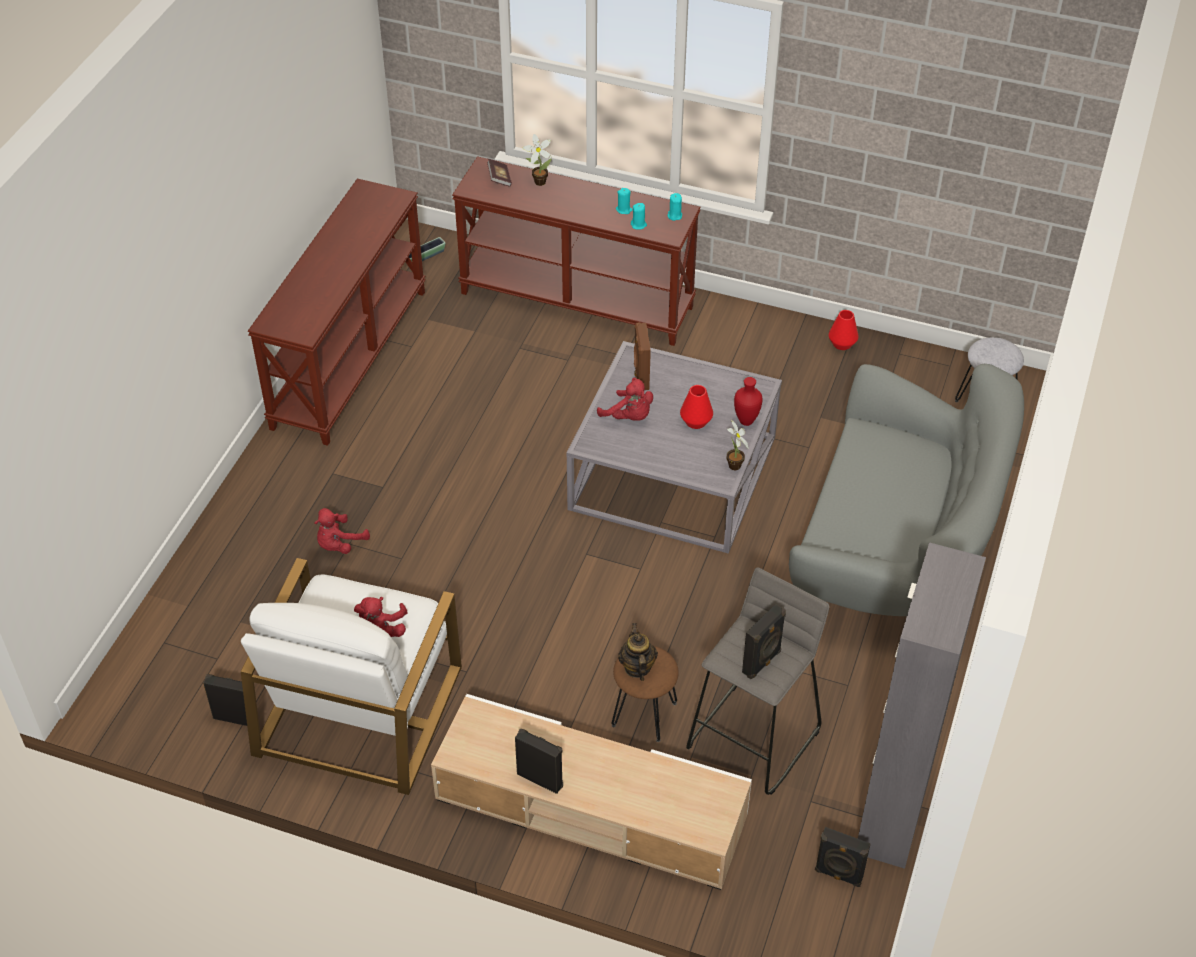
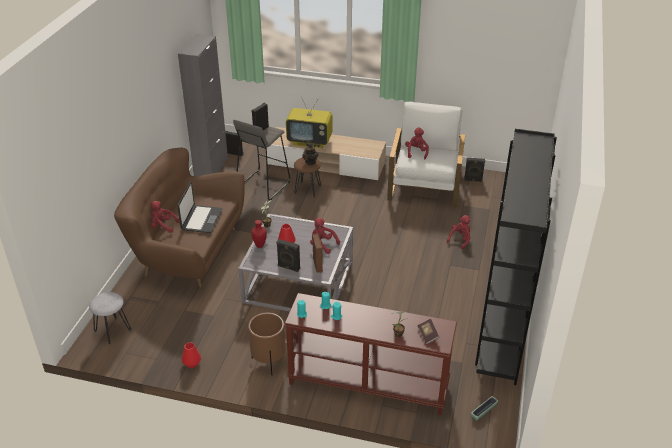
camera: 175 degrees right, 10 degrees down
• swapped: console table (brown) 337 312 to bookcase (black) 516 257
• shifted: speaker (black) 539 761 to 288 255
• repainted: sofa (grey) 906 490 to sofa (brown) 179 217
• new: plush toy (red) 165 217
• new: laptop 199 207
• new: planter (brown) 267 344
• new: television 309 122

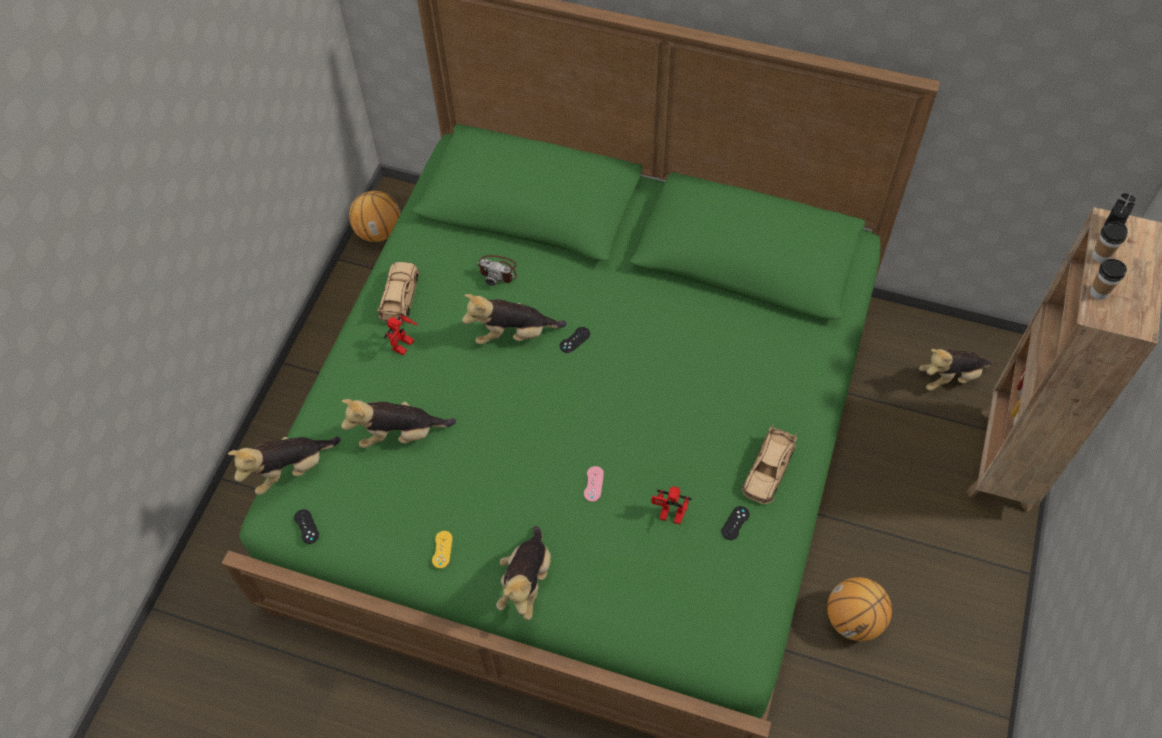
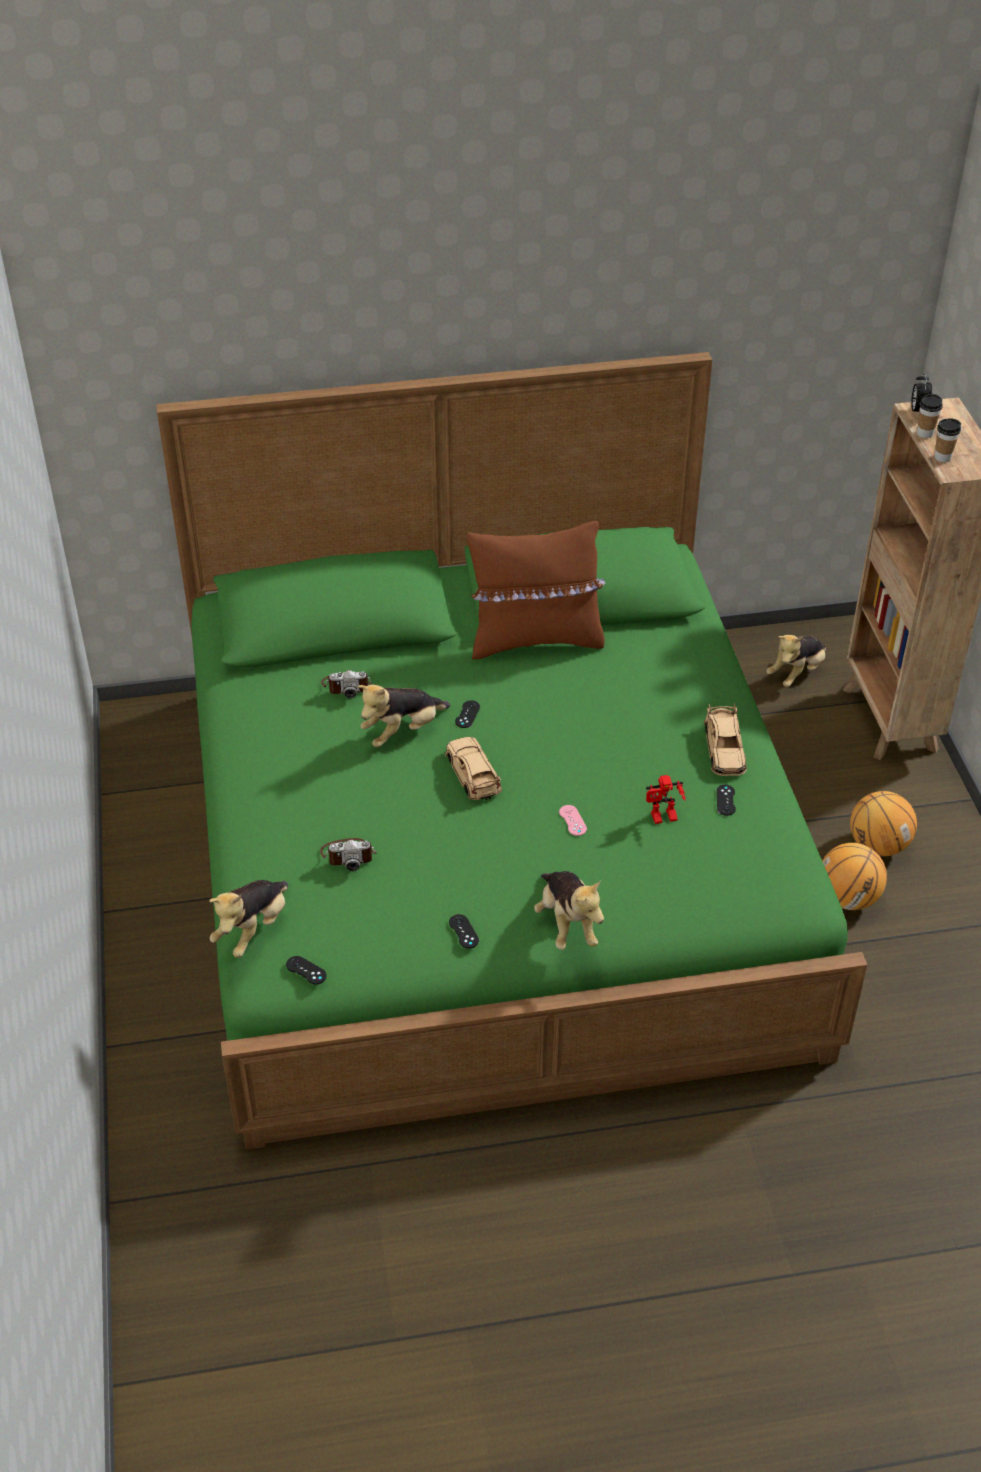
camera: 30 degrees left, 15 degrees down
• swapped: plush toy 398 423 to photo camera 348 854
• shifted: basketball 375 216 to 883 823
• shifted: toy car (beige) 398 292 to 473 768
• gone: toy robot 401 334
• repainted: game controller (yellow) 442 550 to game controller (black) 464 931
• new: pillow (brown) 536 590

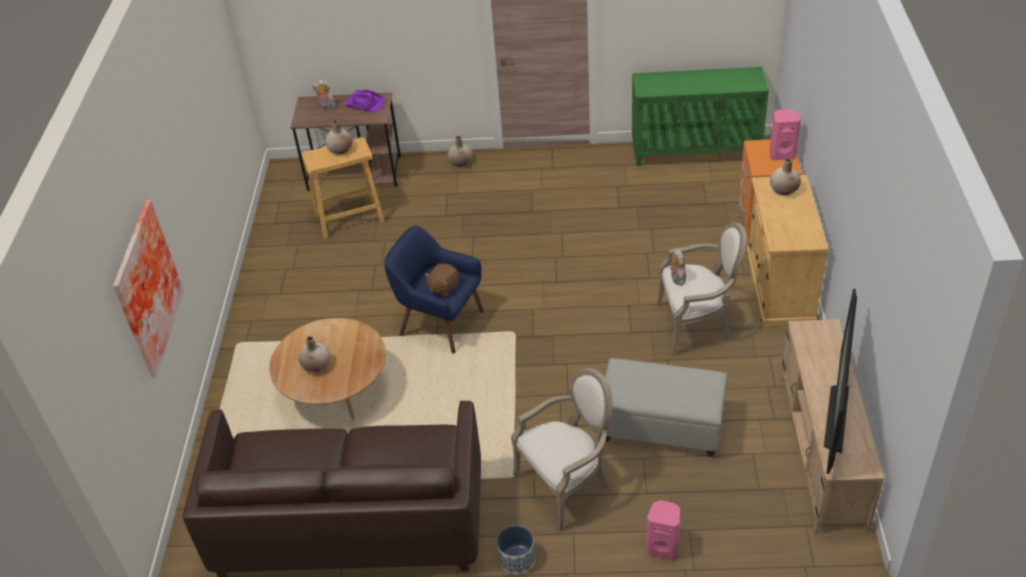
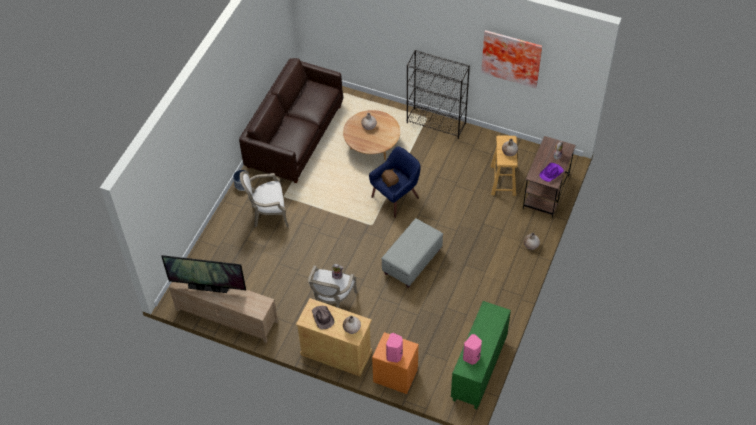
camera: 110 degrees right, 10 degrees up
• shifted: picture 148 288 to 511 59
• rotated: armchair 561 450 = 264 199 90 degrees clockwise
• shifted: ottoman (grey) 666 407 to 412 253
• shifted: speaker (pink) 663 530 to 472 349
• rotated: television 840 381 = 203 274 150 degrees clockwise
• new: hat (brown) 323 317
• new: bookcase (black) 438 94

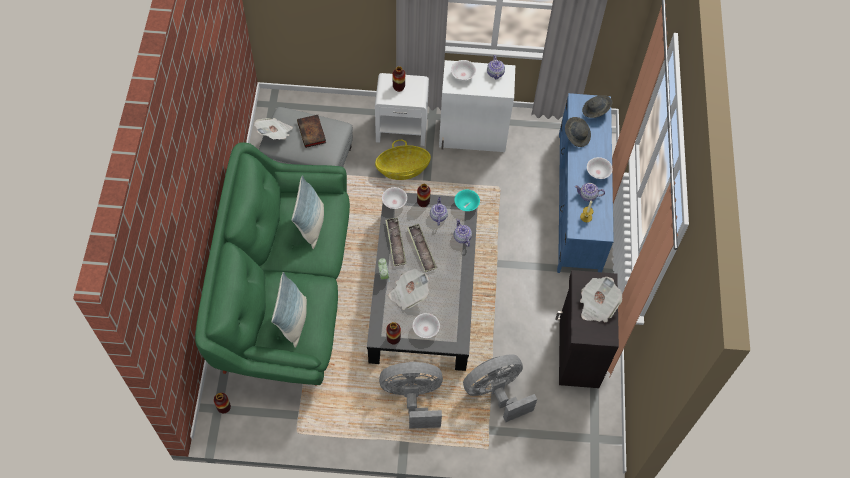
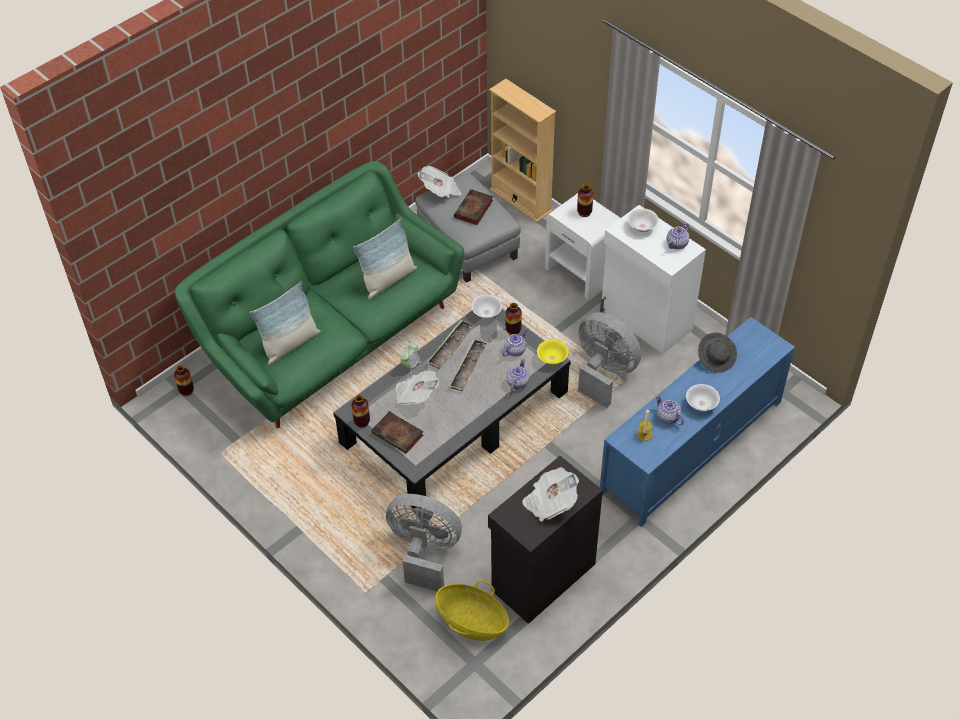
camera: 45 degrees right, 10 degrees down
• shifted: basket 403 160 to 472 610
• shifted: fan (grey) 411 395 to 610 360
• swapped: bowl (white) 426 325 to book 397 432
• repainted: bowl (turquoise) 467 200 to bowl (yellow) 552 352
• gone: hat (grey) 597 106
• new: bookcase (beige) 522 151

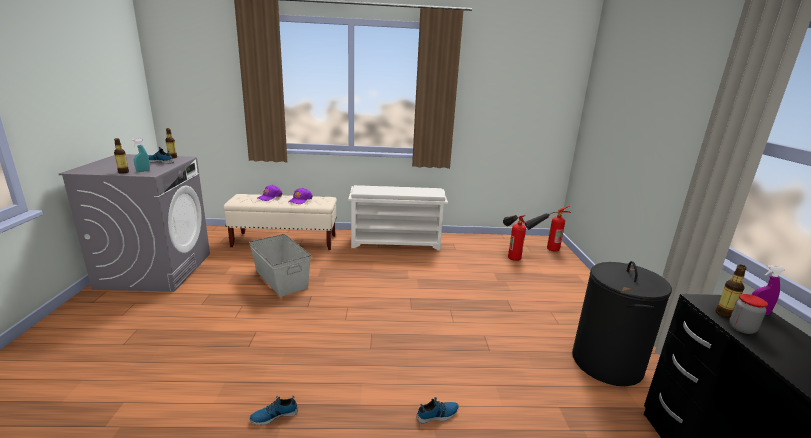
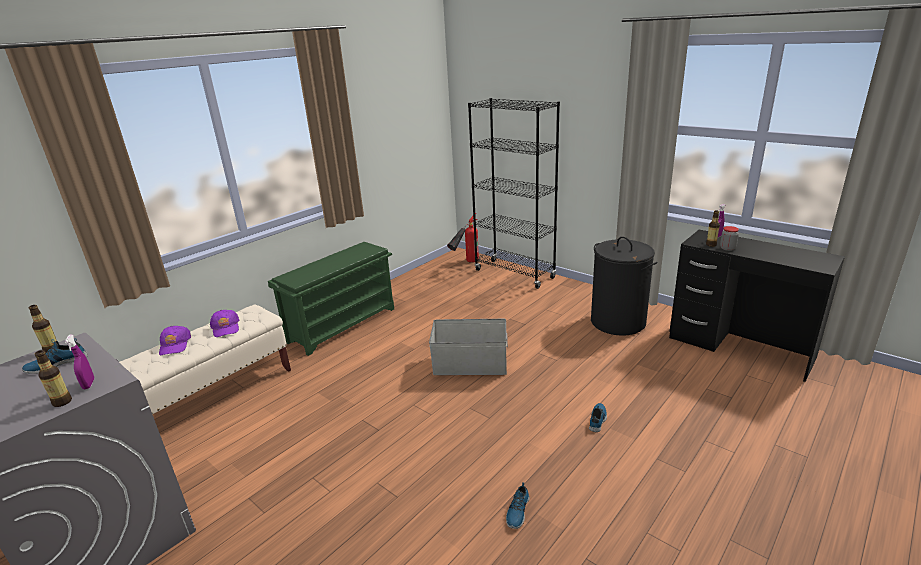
camera: 45 degrees left, 5 degrees up
• repainted: spray bottle (turquoise) 141 155 to spray bottle (purple) 80 362
• shifted: storage box (grey) 280 265 to 468 347
• repainted: shoe rack (white) 398 218 to shoe rack (green) 331 299
• gone: fire extinguisher 514 238
• new: bookcase (black) 514 193

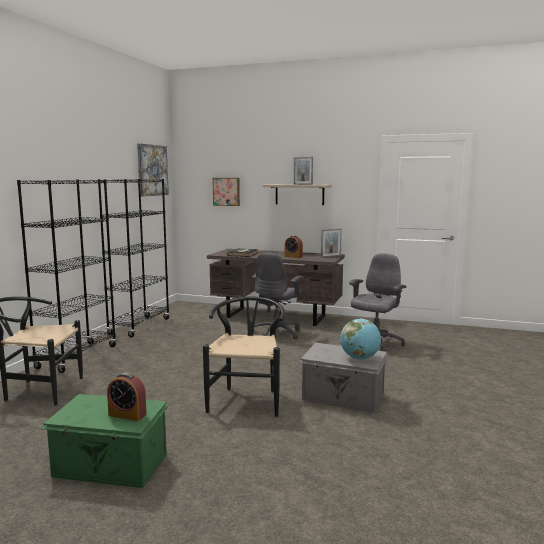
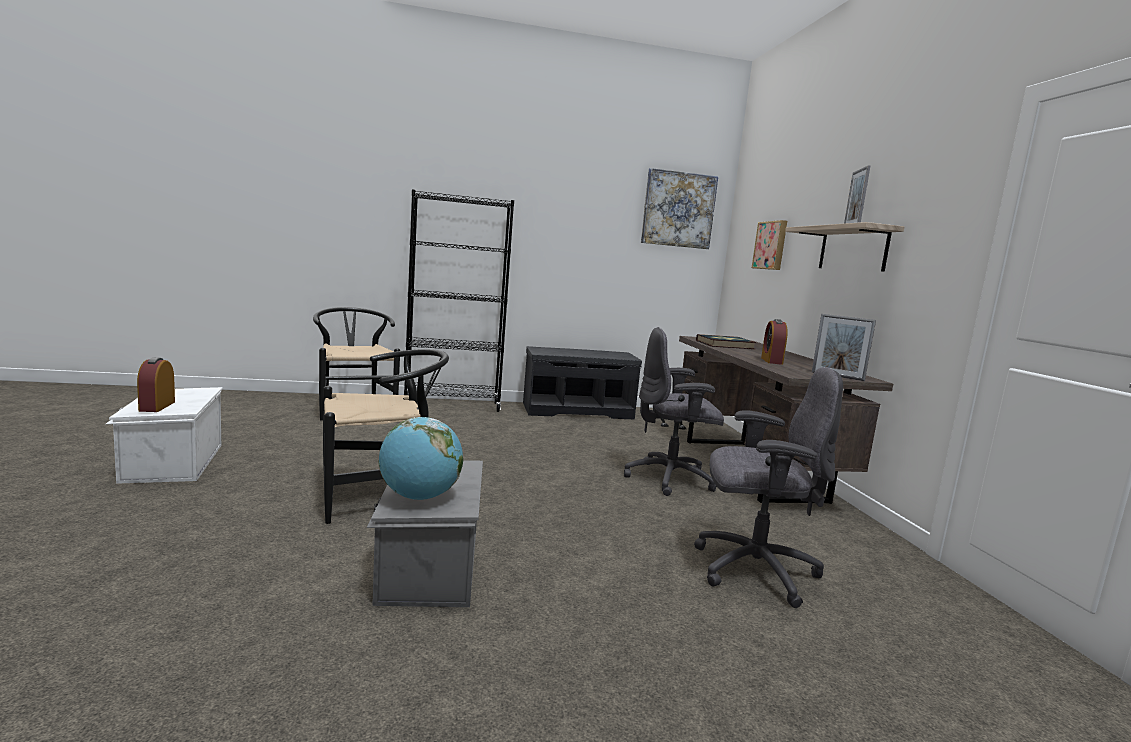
camera: 60 degrees right, 0 degrees up
• repainted: storage box (green) 104 441 to storage box (white) 164 435
• swapped: bookcase (black) 134 258 to bench (grey) 582 383

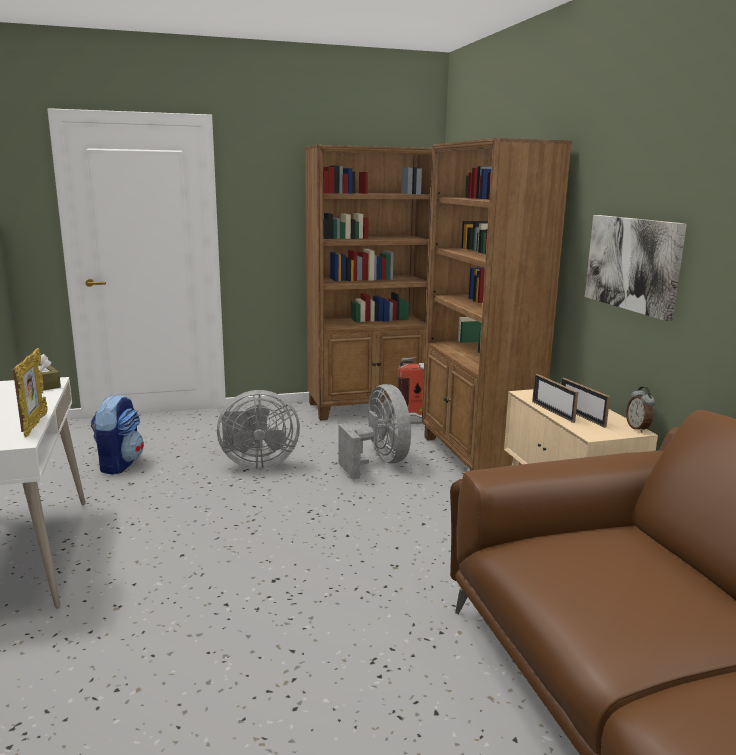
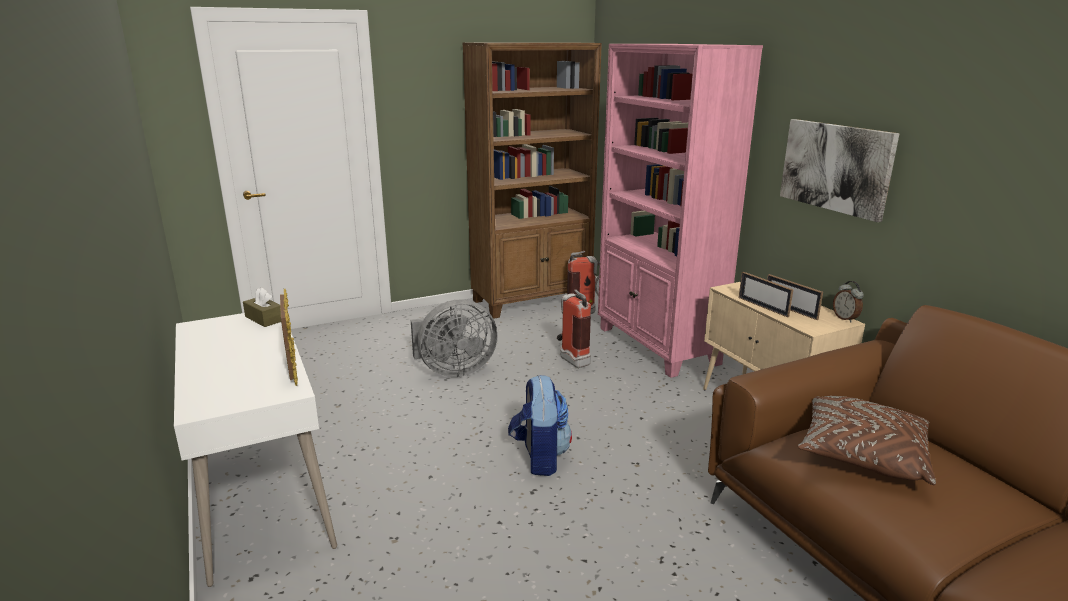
camera: 10 degrees left, 5 degrees up
• shifted: backpack 117 434 to 540 425
• swapped: fan (grey) 374 431 to fire extinguisher 574 328
• repainted: bookcase (brown) 497 304 to bookcase (pink) 680 211
• new: pillow (brown) 867 440

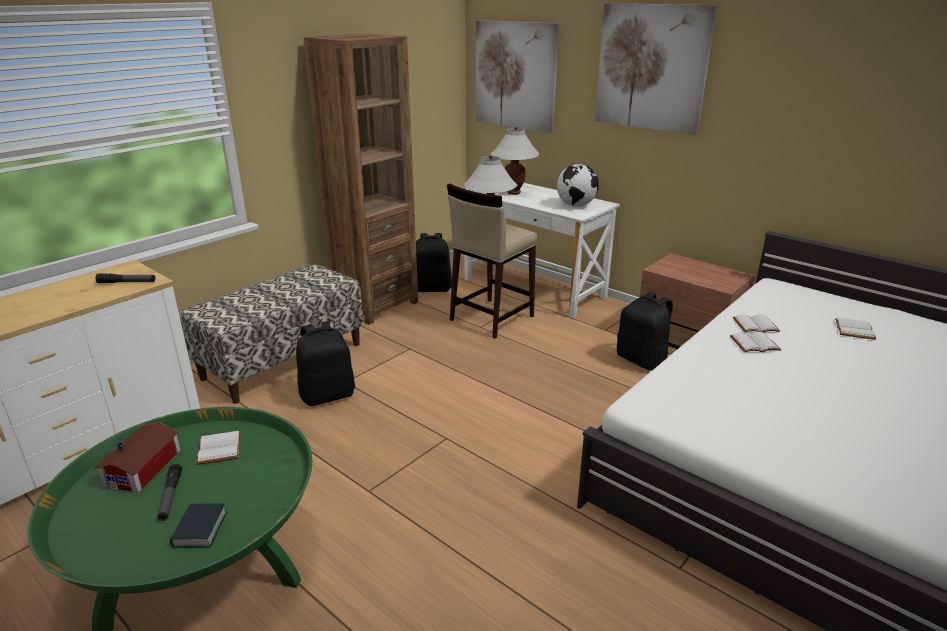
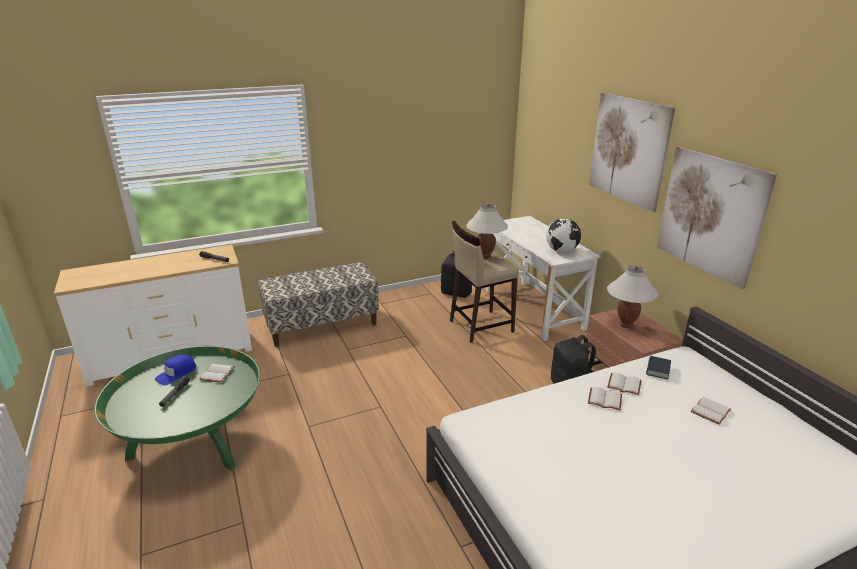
camera: 25 degrees right, 0 degrees up
• swapped: toy house 137 457 to cap (blue) 175 370
• shifted: book 198 525 to 658 367
• gone: backpack (black) 325 363
• gone: bookcase (brown) 361 179
• shifted: picture 517 76 to 717 218
• shifted: table lamp (white) 515 161 to 633 297

